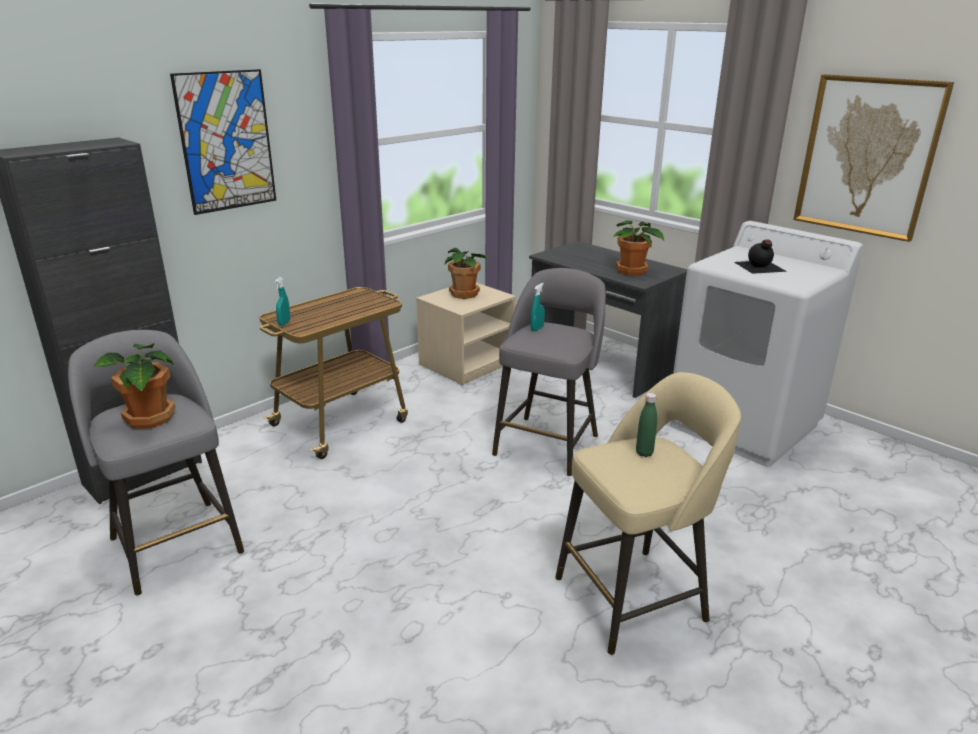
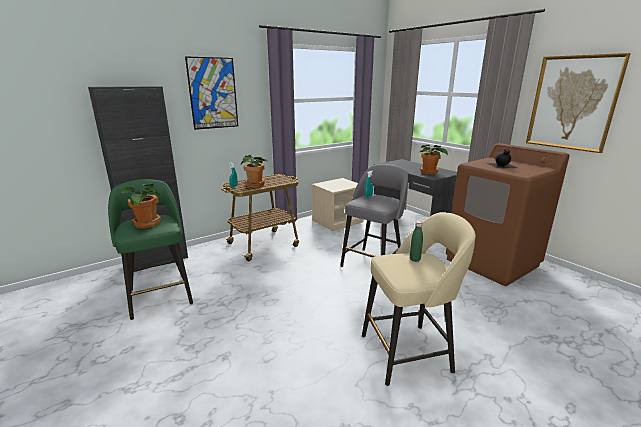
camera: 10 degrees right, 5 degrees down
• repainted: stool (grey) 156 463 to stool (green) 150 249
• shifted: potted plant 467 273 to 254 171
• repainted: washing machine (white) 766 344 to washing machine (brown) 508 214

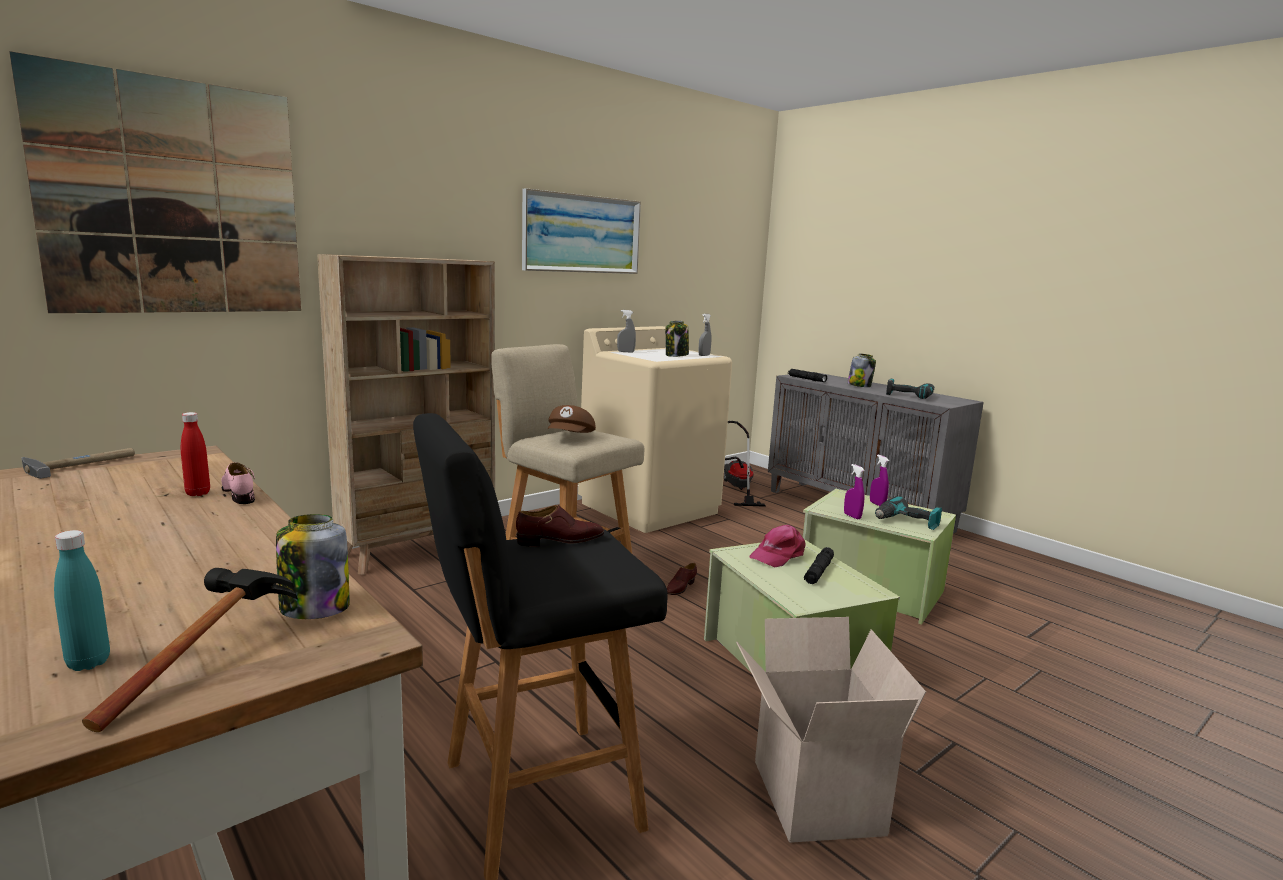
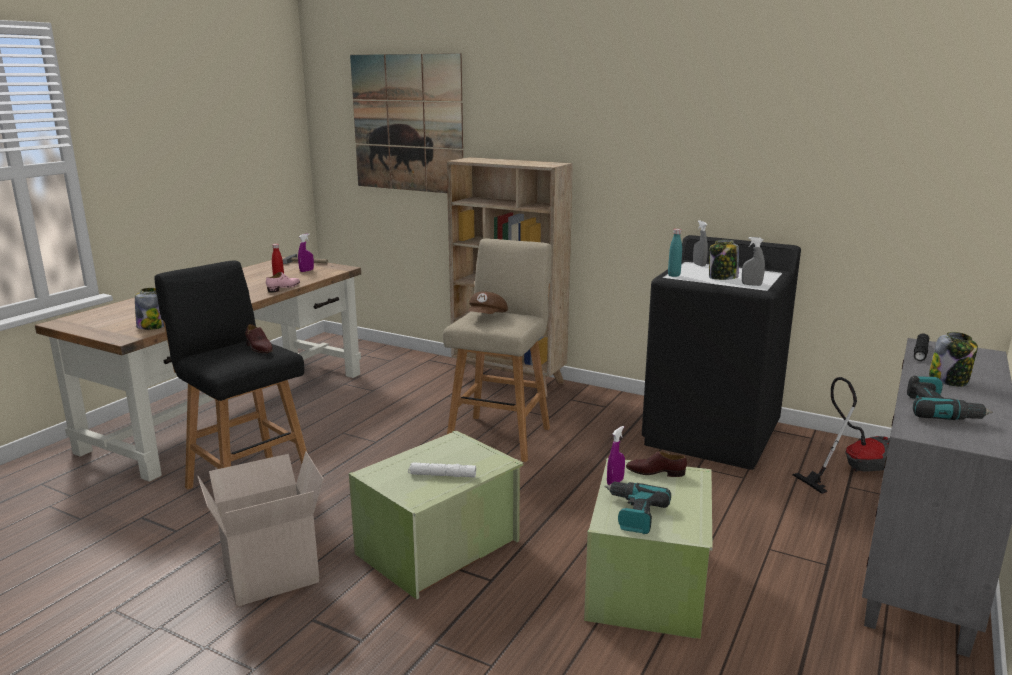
camera: 70 degrees right, 5 degrees up
• shifted: bottle (turquoise) 82 600 to 675 253
• gone: hammer 190 650
• gone: picture 581 231
• rotated: cap (brown) 572 419 = 488 302 60 degrees counterclockwise
• repainted: washing machine (beige) 655 429 to washing machine (black) 721 352
• shifted: shoe (brown) 682 579 to 656 464
• gone: cap (pink) 778 546
• repainted: flashlight (black) 819 565 to flashlight (white) 442 469
• shifted: spray bottle (purple) 879 480 to 306 253

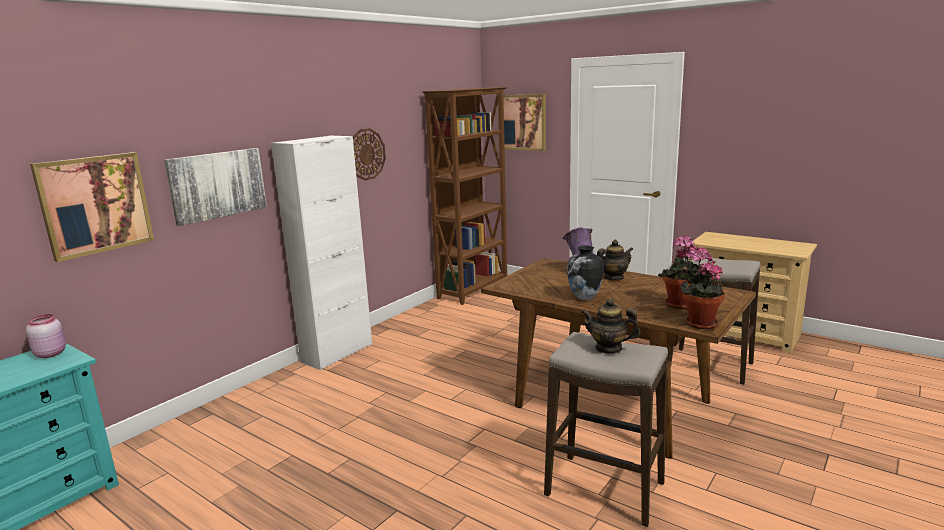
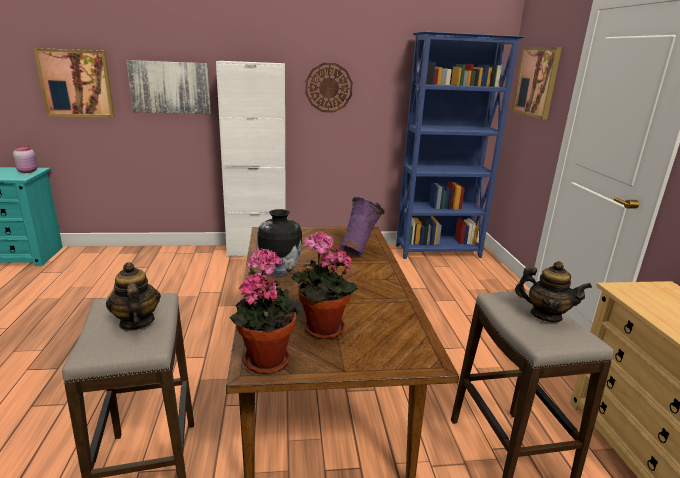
camera: 45 degrees right, 5 degrees up
• repainted: bookcase (brown) 464 196 to bookcase (blue) 460 145
• shifted: teapot 615 260 to 553 291

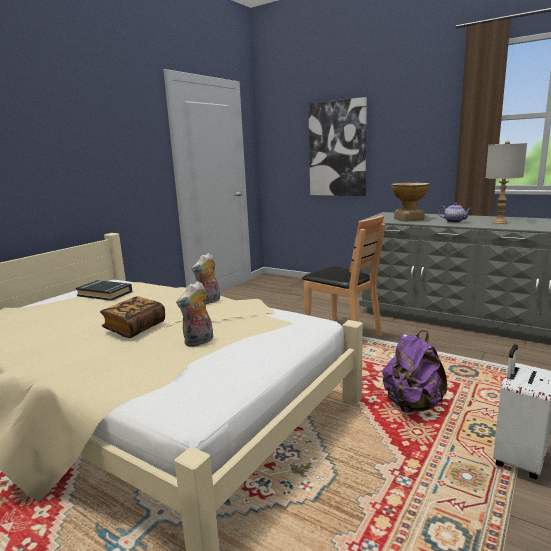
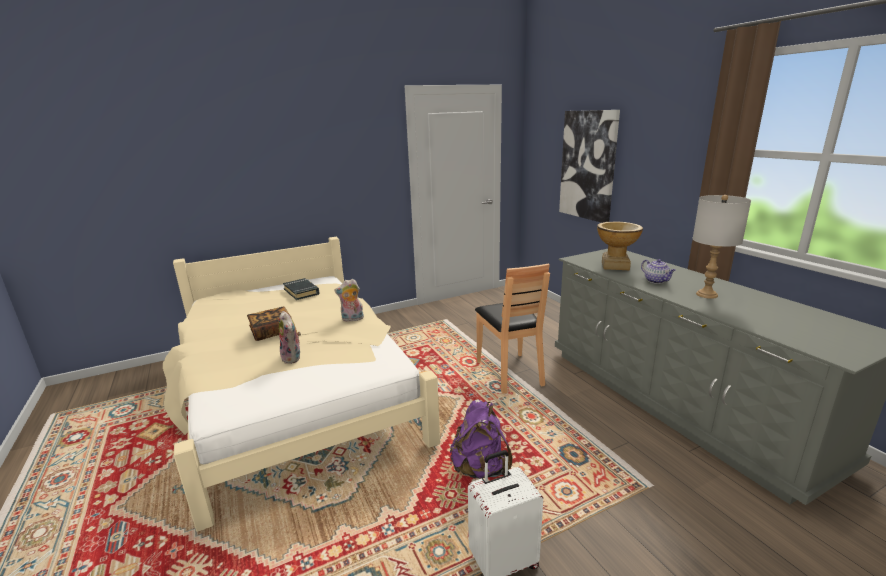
camera: 30 degrees right, 5 degrees up
• rotated: plush toy 194 314 = 290 337 105 degrees counterclockwise

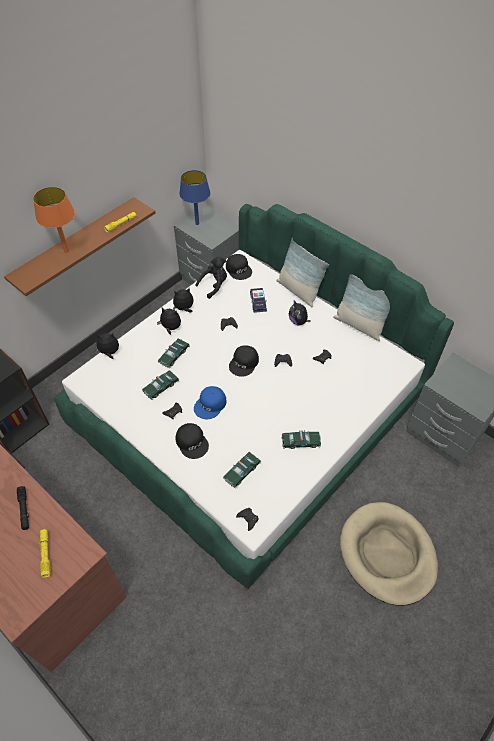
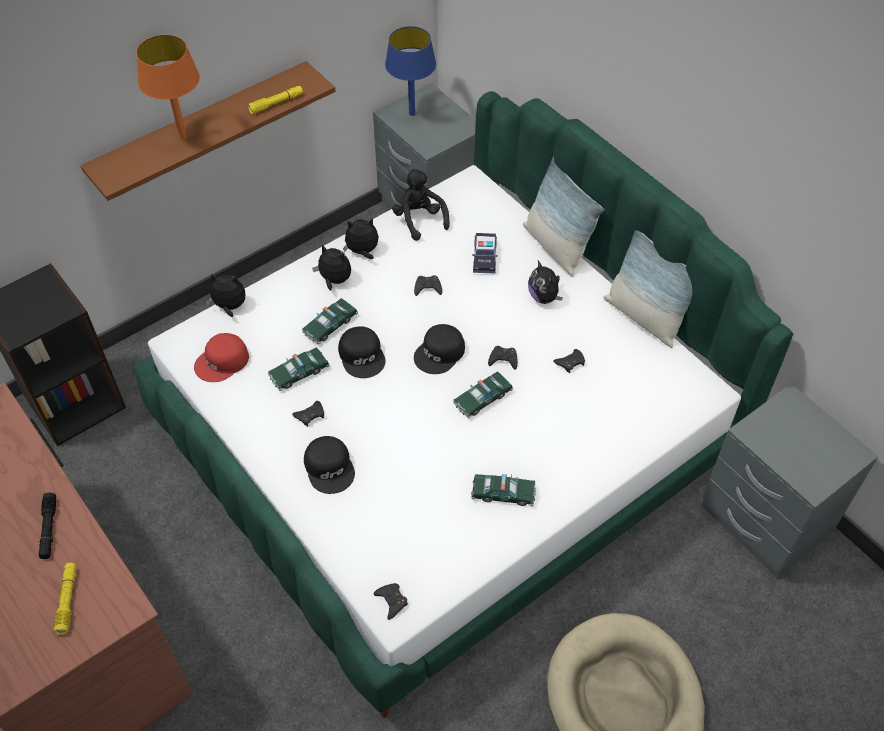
camera: 10 degrees right, 0 degrees up
• gone: cap (blue) 210 402
• rotated: plush toy (black) 211 278 = 421 205 90 degrees counterclockwise
• shifted: toy car 242 470 to 483 395
• shifted: cap (black) 239 267 to 362 352
• new: cap (red) 221 357

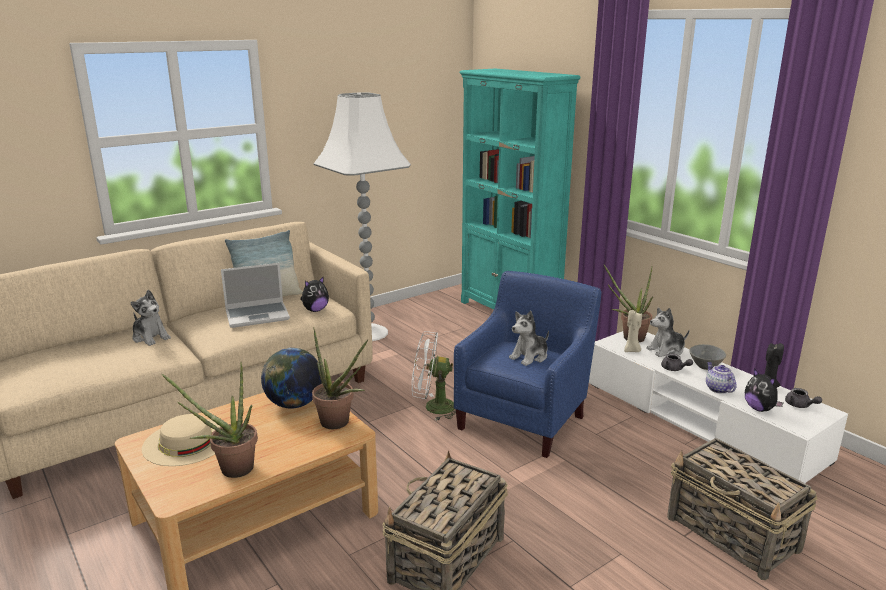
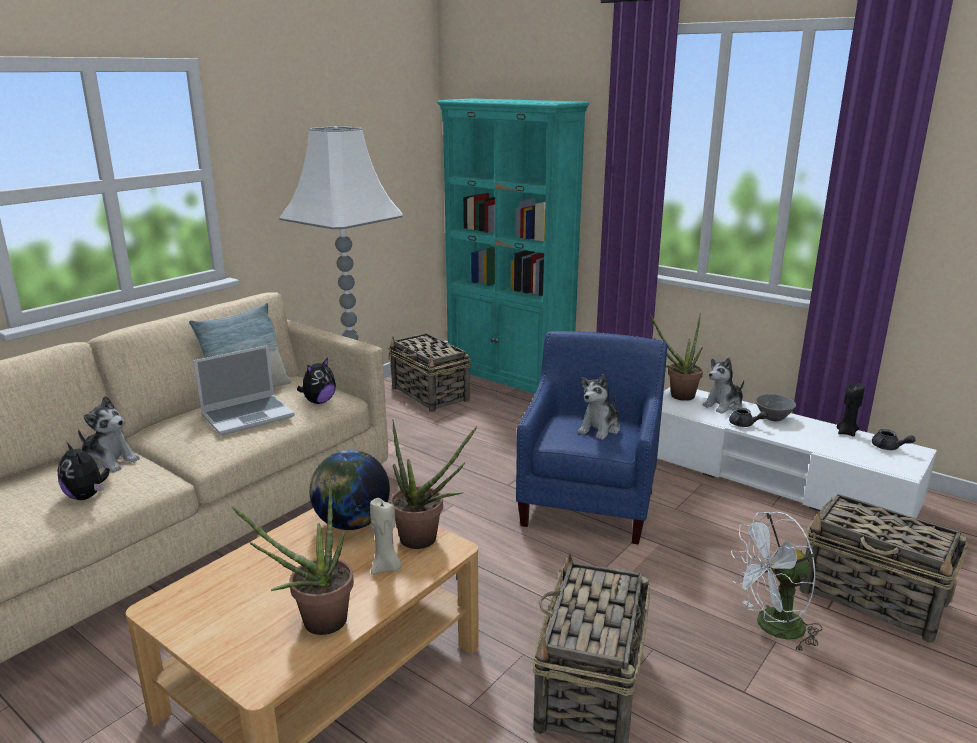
camera: 15 degrees left, 0 degrees up
• gone: hat (beige) 181 440
• shifted: fan (white) 434 376 to 776 582
• shifted: candle (beige) 633 331 to 386 536
• gone: teapot 721 378
• shifted: plush toy 764 390 to 84 471
• new: basket 429 372

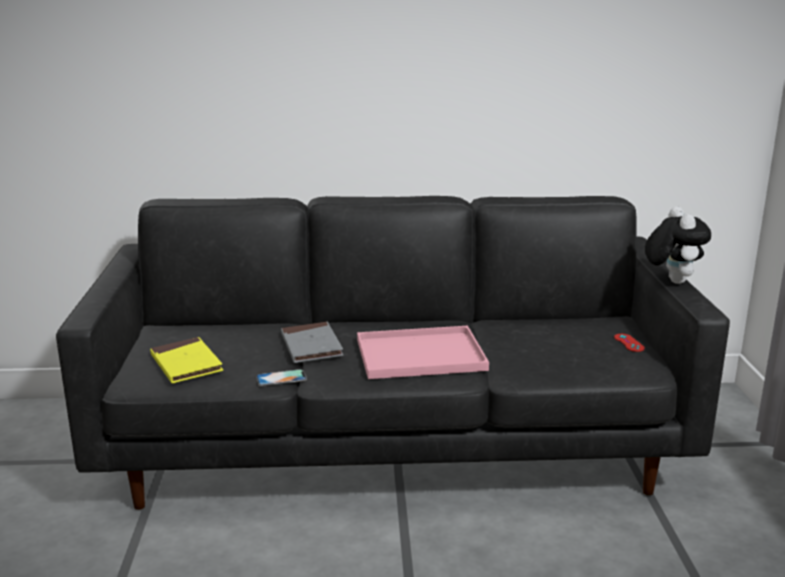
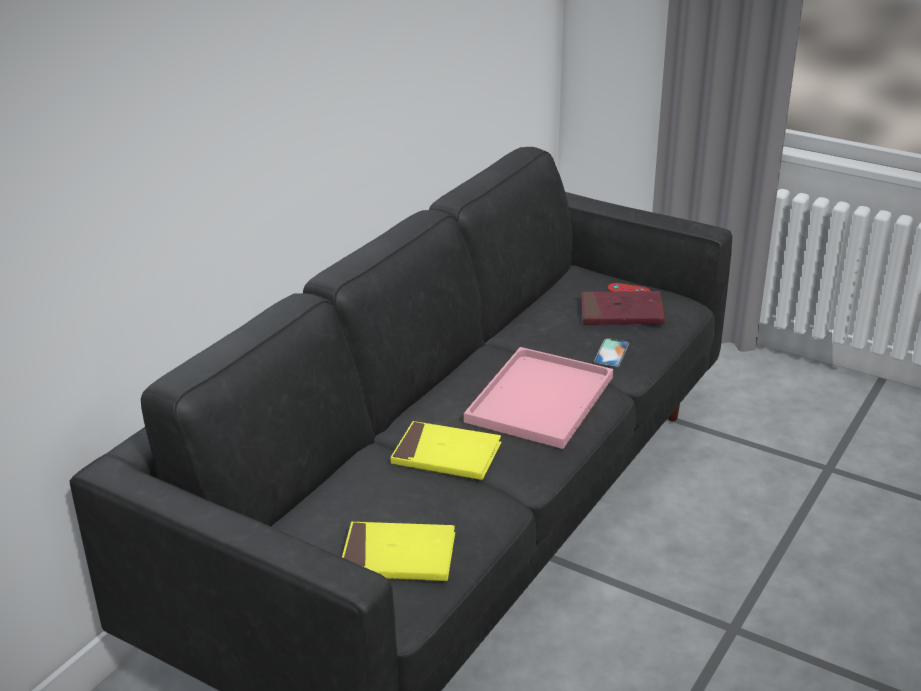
camera: 55 degrees left, 10 degrees up
• shifted: phone 281 377 to 611 352
• repainted: book (grey) 312 342 to book (yellow) 445 450
• gone: plush toy 678 245
• new: book (red) 623 308

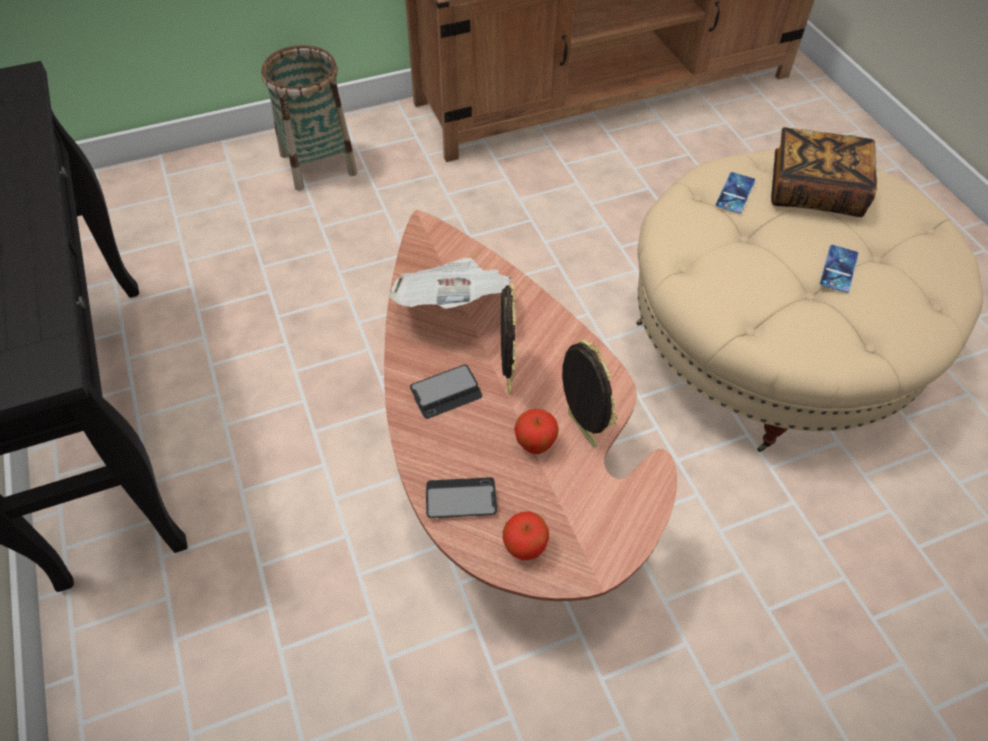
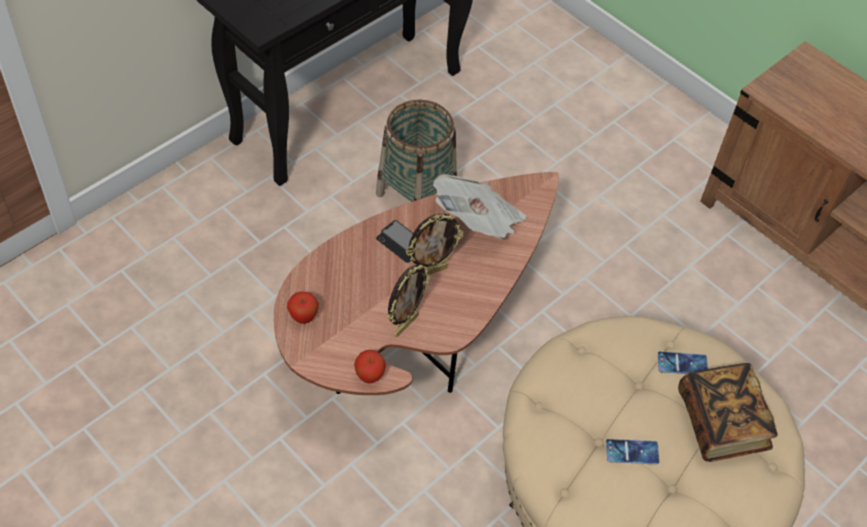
camera: 65 degrees right, 0 degrees up
• shifted: basket 309 118 to 416 151
• gone: phone 461 497
• shifted: apple 536 431 to 370 366

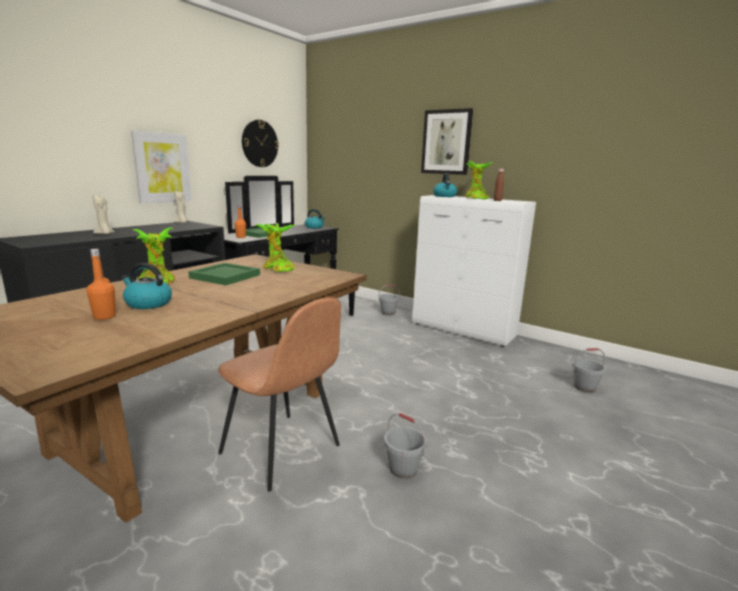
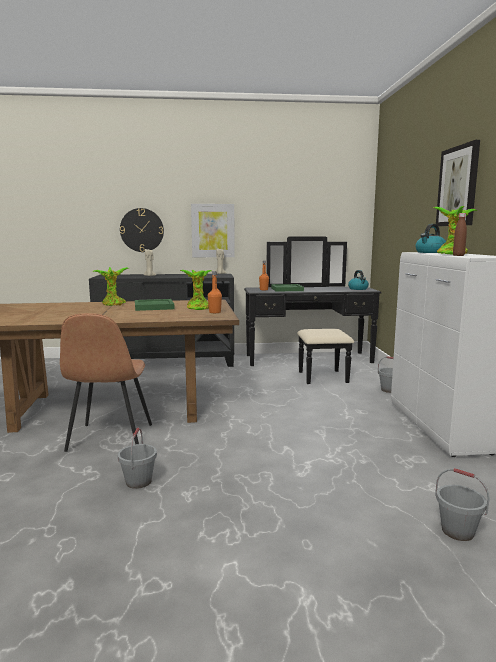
camera: 50 degrees right, 5 degrees down
• shifted: bottle (orange) 101 284 to 215 292
• gone: kettle 146 286
• shifted: wall clock 260 143 to 142 230

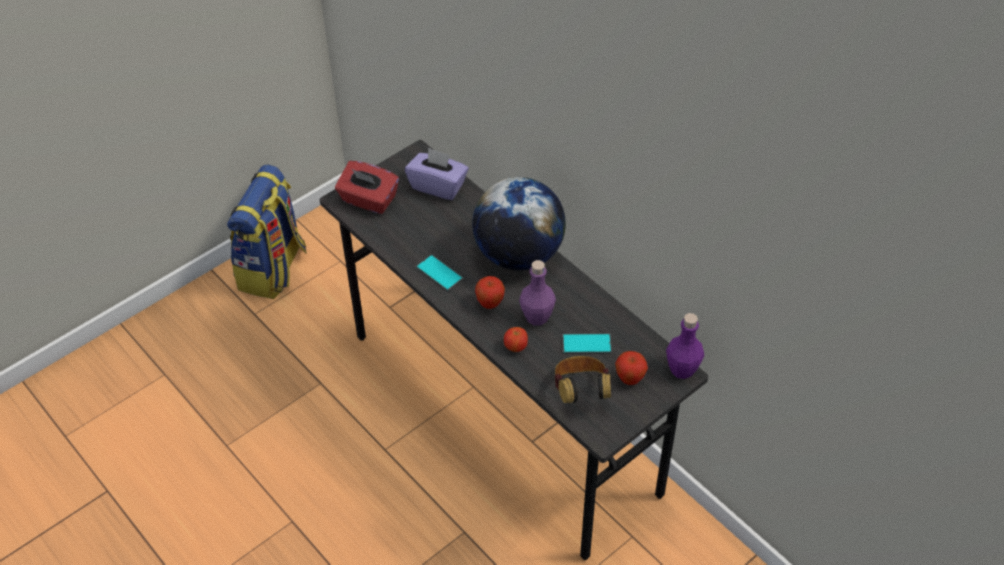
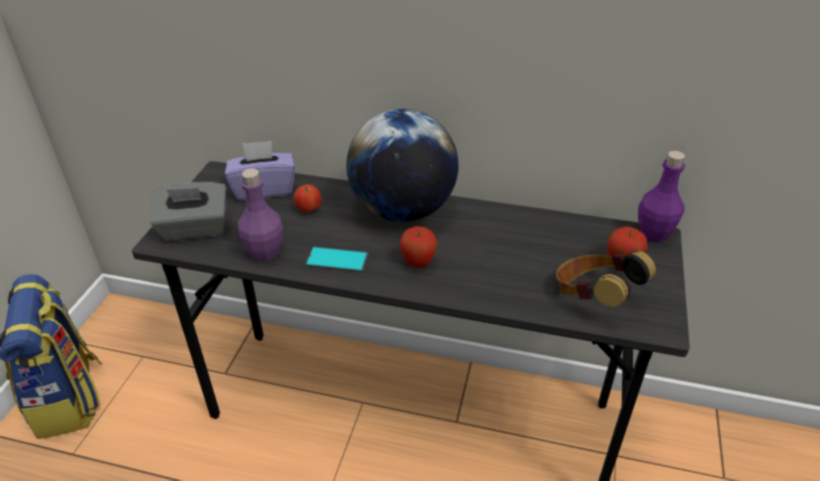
camera: 35 degrees left, 10 degrees down
• repainted: tissue box (red) 367 187 to tissue box (grey) 188 211
• shifted: apple 516 339 to 307 198
• shifted: bottle (purple) 537 293 to 260 215
• gone: phone 587 344

